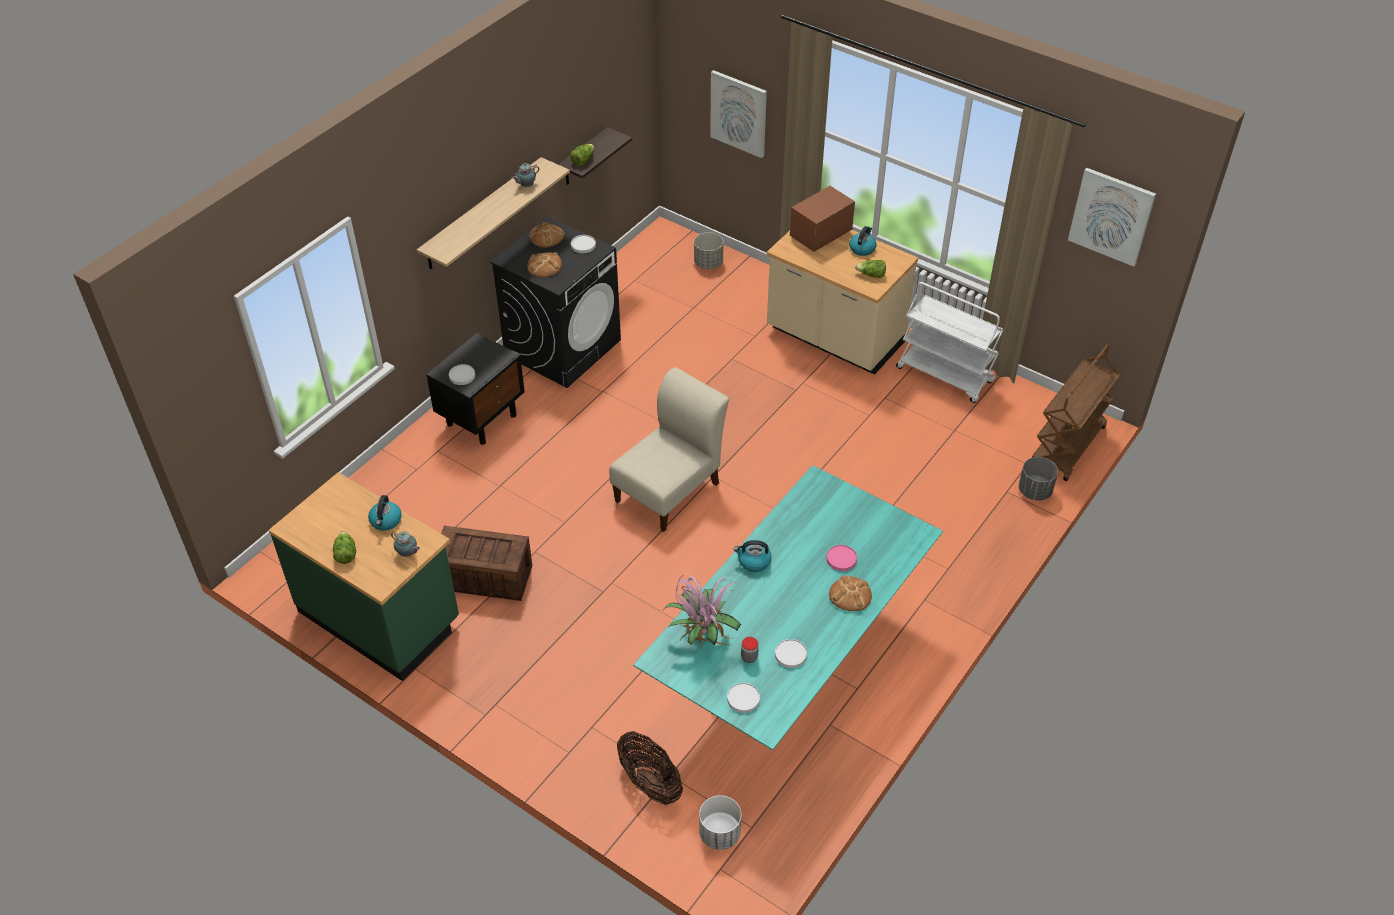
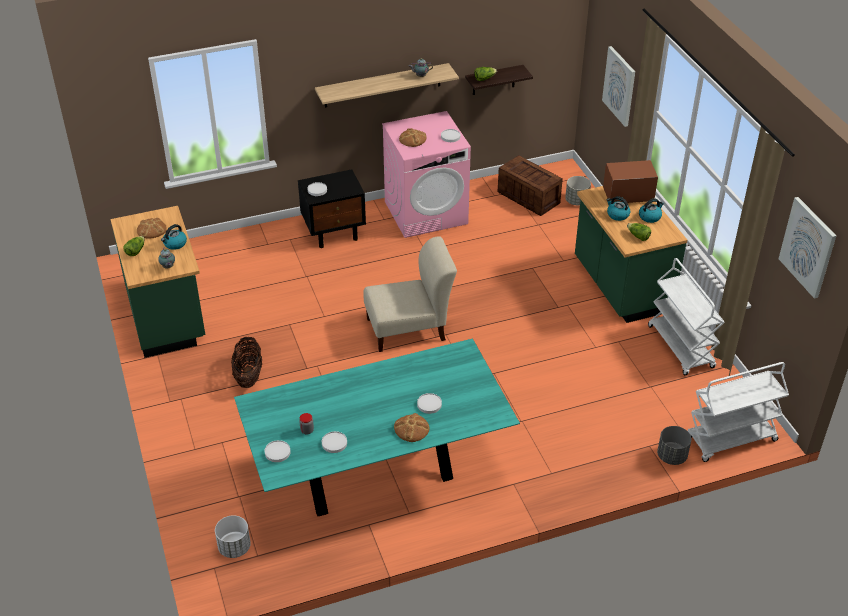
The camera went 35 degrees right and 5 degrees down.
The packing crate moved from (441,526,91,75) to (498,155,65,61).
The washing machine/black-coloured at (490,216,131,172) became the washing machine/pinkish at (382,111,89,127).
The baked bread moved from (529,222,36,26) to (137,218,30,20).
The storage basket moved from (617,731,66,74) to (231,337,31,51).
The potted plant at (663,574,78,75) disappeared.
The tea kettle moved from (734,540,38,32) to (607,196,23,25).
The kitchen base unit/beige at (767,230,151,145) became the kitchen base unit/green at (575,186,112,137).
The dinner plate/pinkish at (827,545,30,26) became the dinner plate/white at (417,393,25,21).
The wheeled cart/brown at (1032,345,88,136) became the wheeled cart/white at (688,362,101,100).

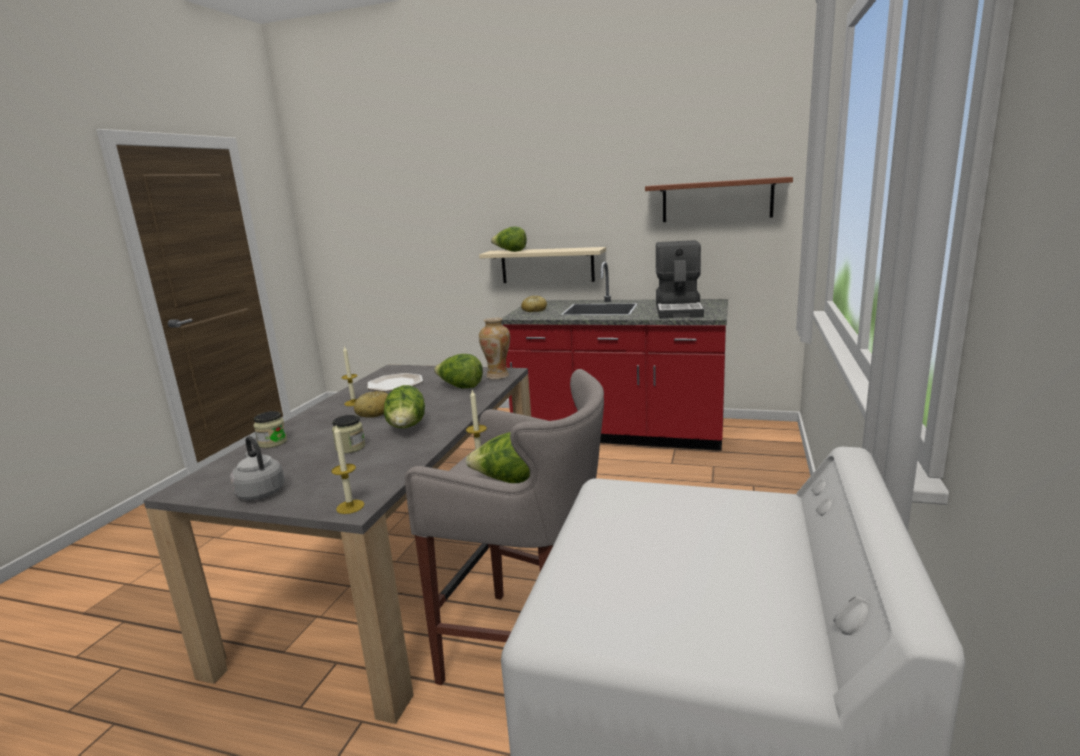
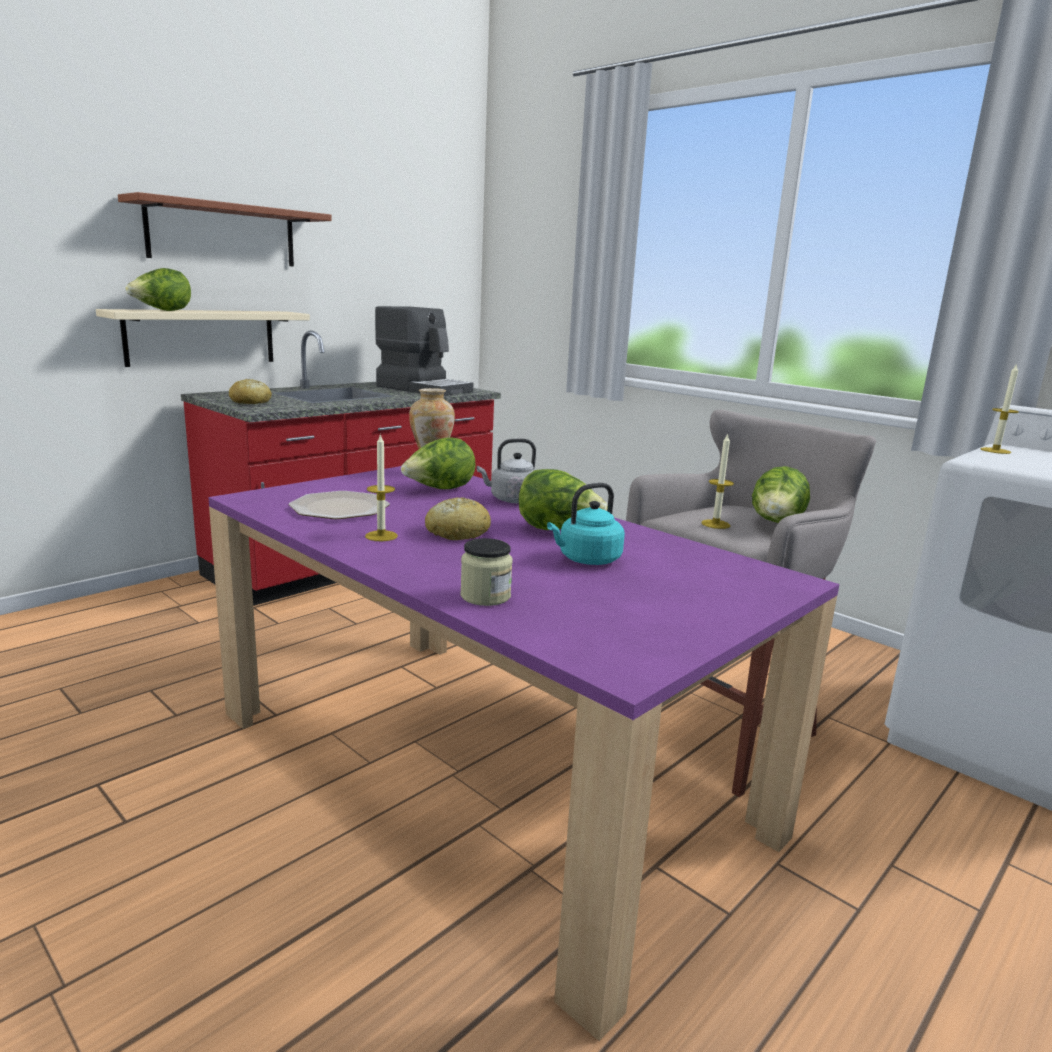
The camera went 65 degrees left and 0 degrees up.
The dinner table/greyish at (143,365,388,359) became the dinner table/purple at (208,466,631,575).
The tea kettle/greyish moved from (230,436,55,64) to (477,438,59,65).
The wax candle moved from (331,426,33,88) to (981,363,38,91).
The jar at (332,415,33,39) was replaced by the tea kettle/turquoise at (547,483,78,82).
The shelf/brown moved from (645,177,148,45) to (118,192,214,74).

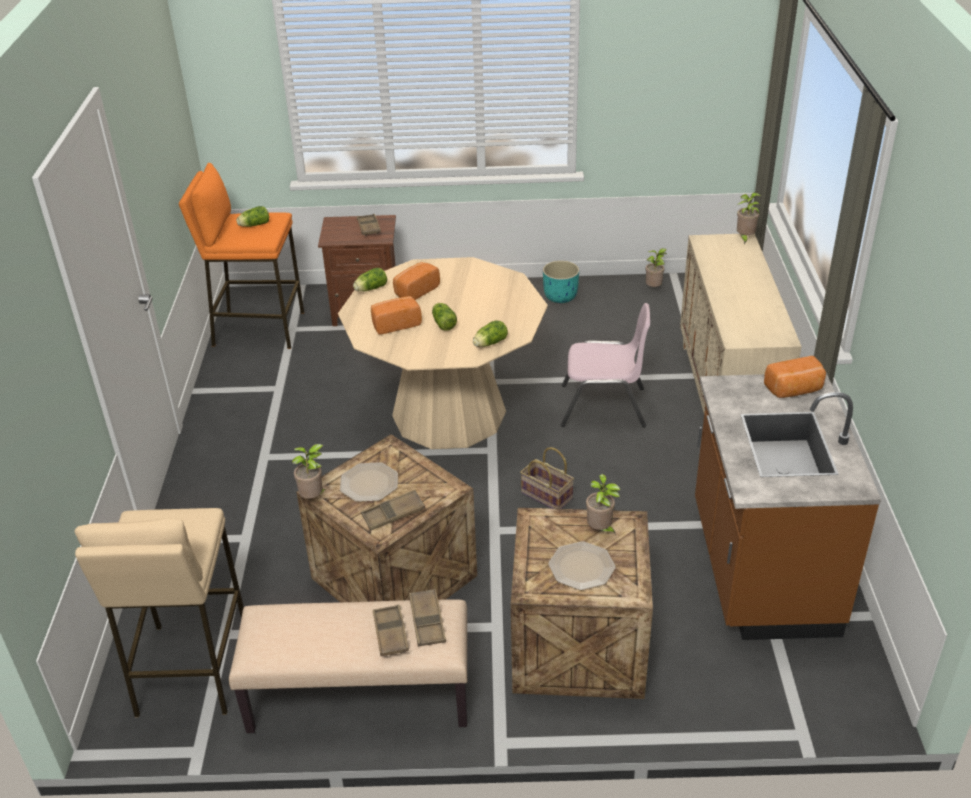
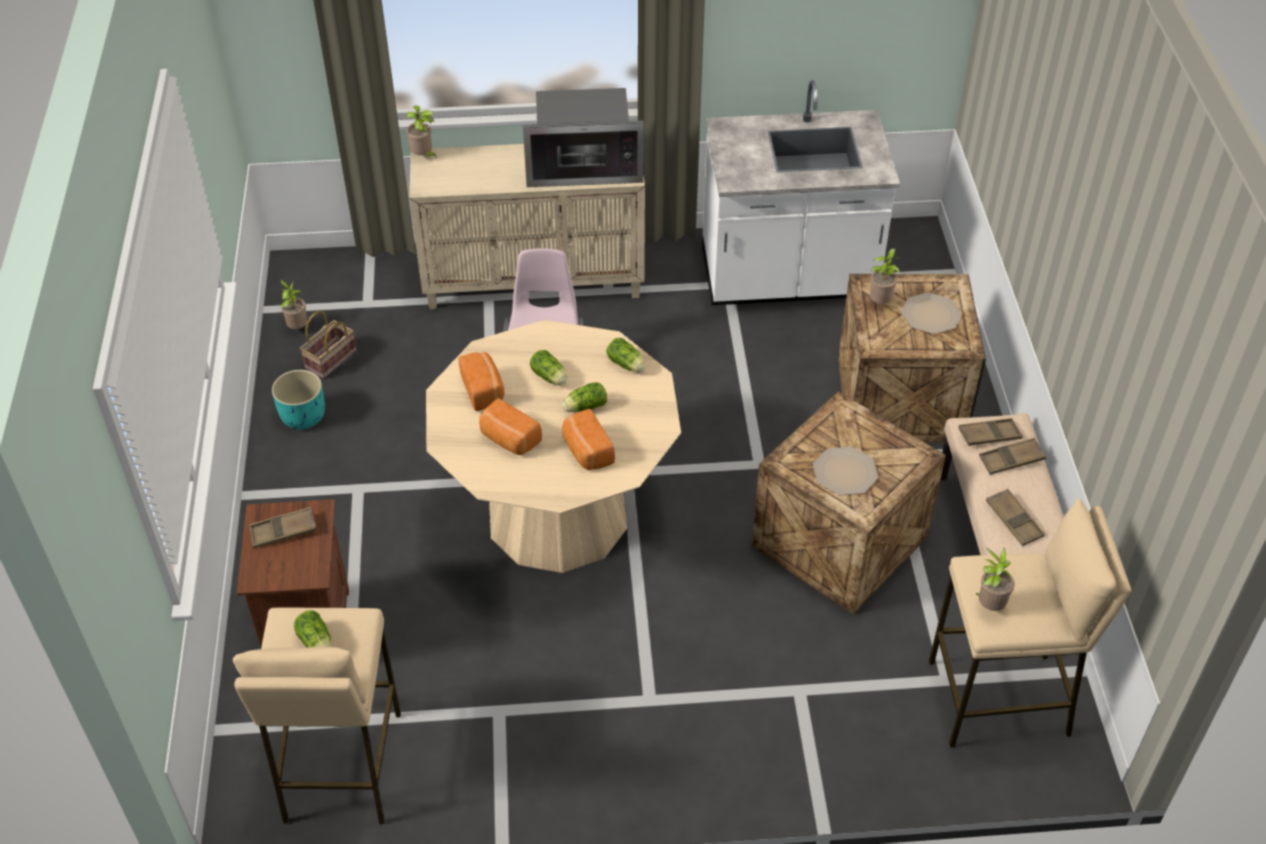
The camera went 95 degrees left and 10 degrees up.
The stool seat/orangey at (179,163,125,186) became the stool seat/beige at (233,608,168,217).
The potted plant moved from (292,444,35,55) to (976,548,39,63).
The head of lettuce moved from (353,268,34,23) to (530,350,37,36).
The carrying tray/brown moved from (361,490,64,41) to (986,489,59,57).
The storage basket moved from (520,447,54,62) to (300,311,56,68).
The kitchen base unit/brown at (695,373,186,267) became the kitchen base unit/white at (702,80,198,225).
The baked bread moved from (764,356,62,42) to (459,352,46,59).
The kitchen microwave at (523,88,121,99) appeared.

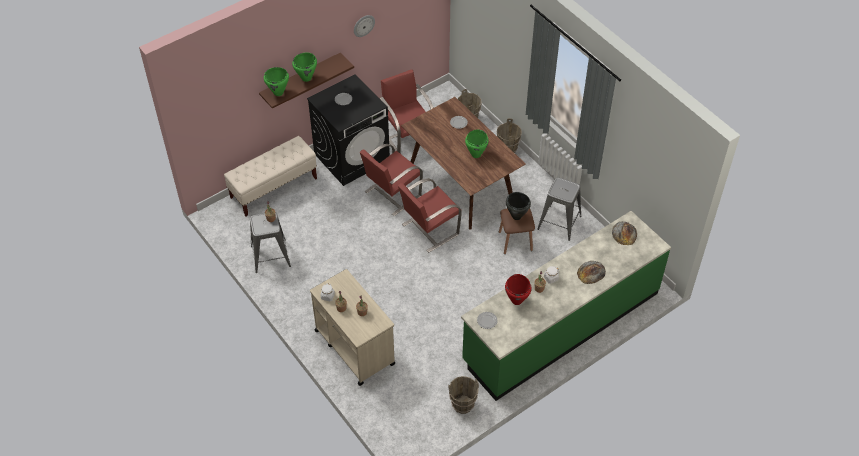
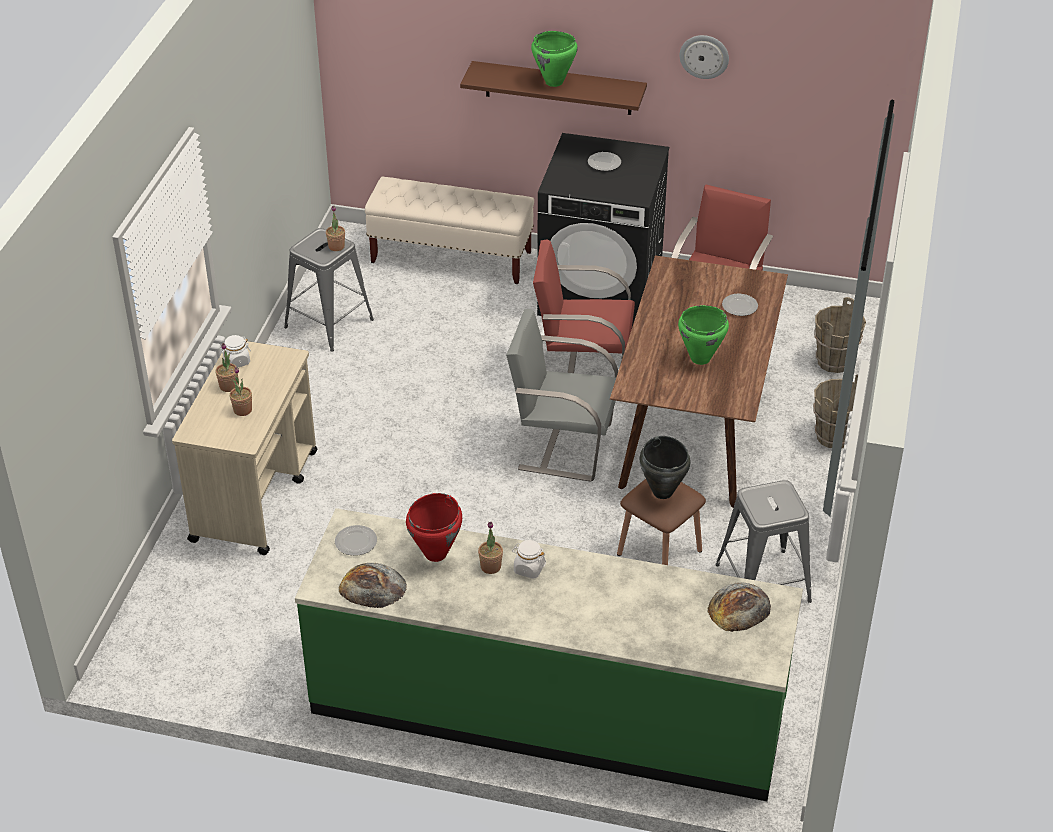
The camera went 50 degrees right and 10 degrees down.
The stockpot/green at (264,67,25,29) disappeared.
The upright chair/red at (398,178,64,75) became the upright chair/greyish at (506,309,112,173).
The water bucket/brown at (449,376,30,38) disappeared.
The baked bread moved from (577,261,29,23) to (338,563,69,45).

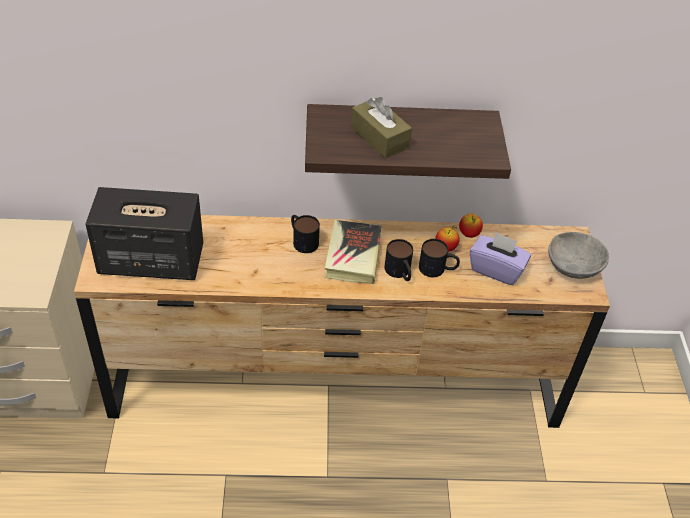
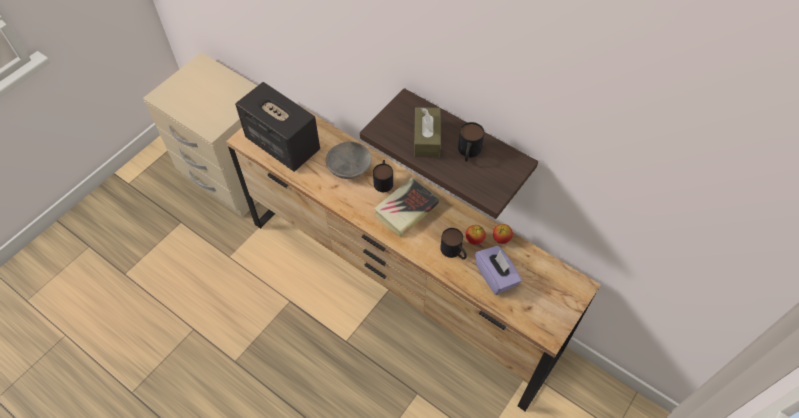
The camera went 40 degrees right and 10 degrees up.
The mug moved from (384,239,29,42) to (458,122,26,40).
The serving bowl/greyish moved from (548,232,61,47) to (326,141,46,38).

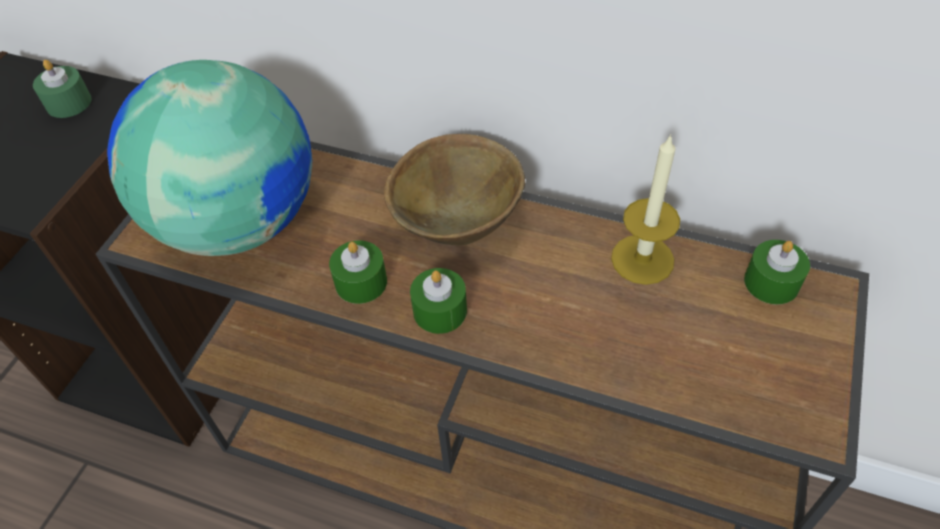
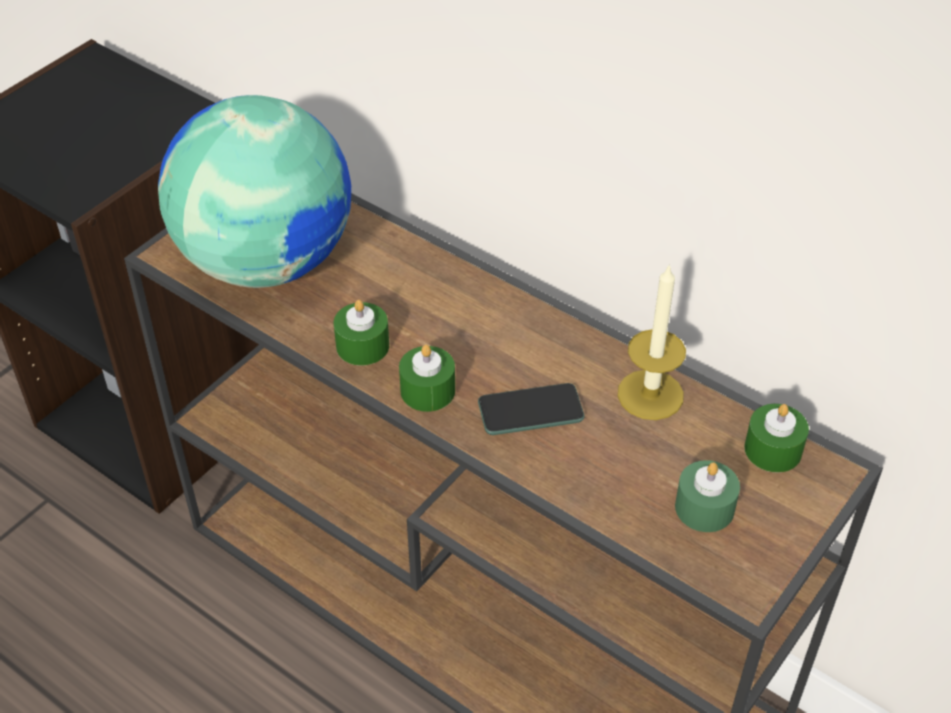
The camera went 15 degrees right and 5 degrees down.
The wax candle/green moved from (33,60,58,58) to (675,460,65,72).
The serving bowl/brown at (384,134,141,111) disappeared.
The telephone at (478,383,107,52) appeared.

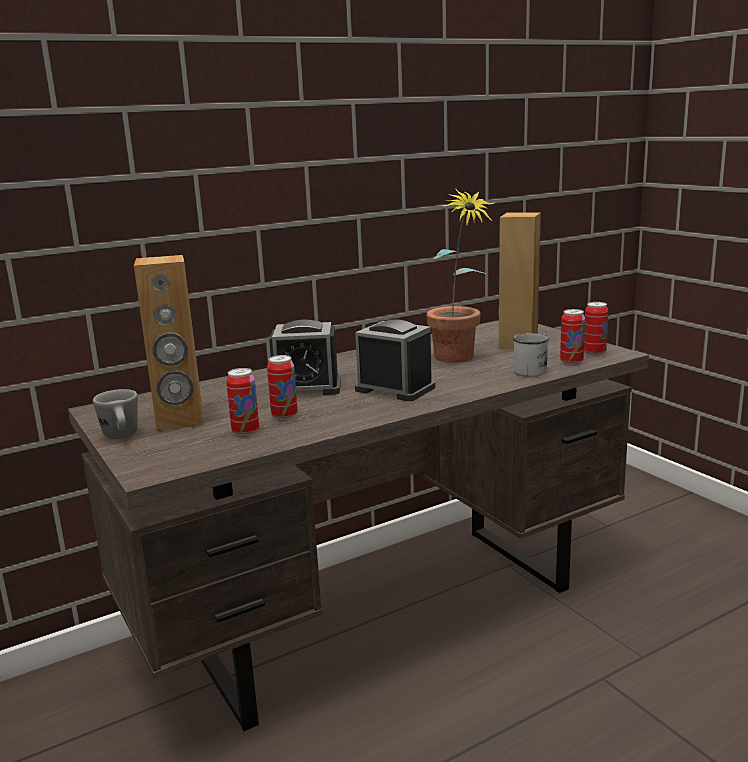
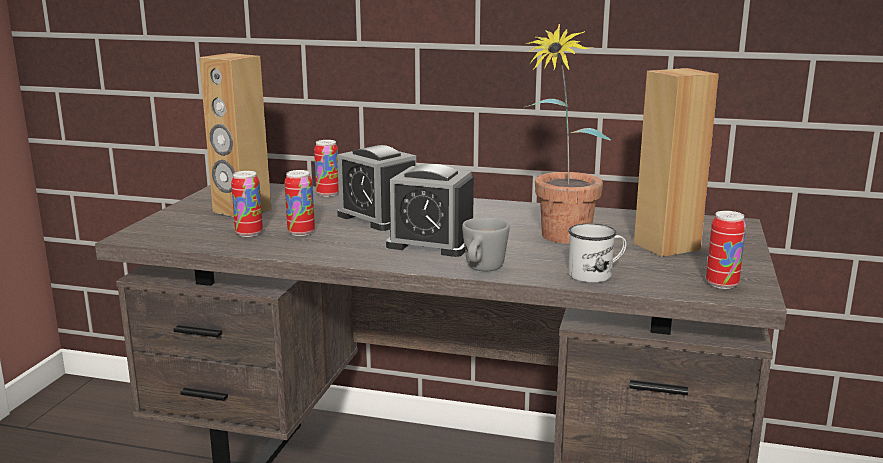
The camera went 45 degrees right and 0 degrees up.
The mug/greyish moved from (93,389,45,50) to (462,217,48,54).
The table clock at (355,319,80,82) turned 120 degrees clockwise.
The sealed can moved from (560,309,25,56) to (314,140,25,57).

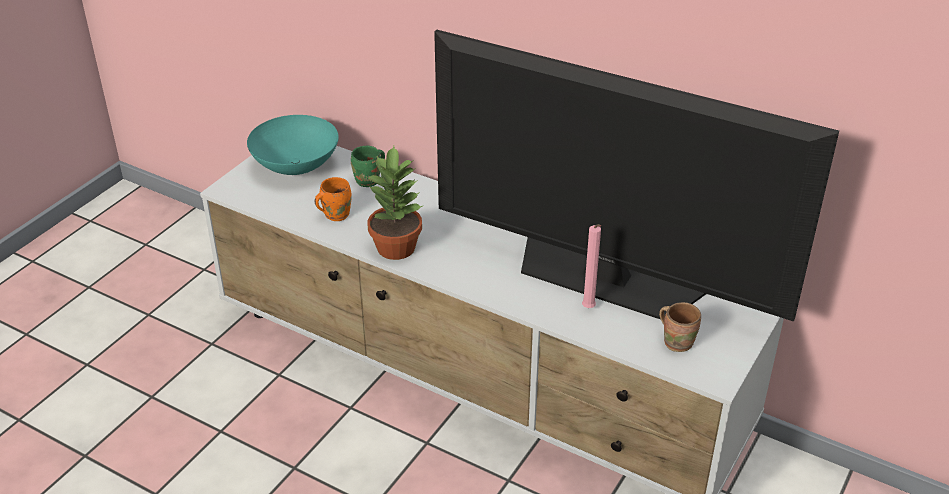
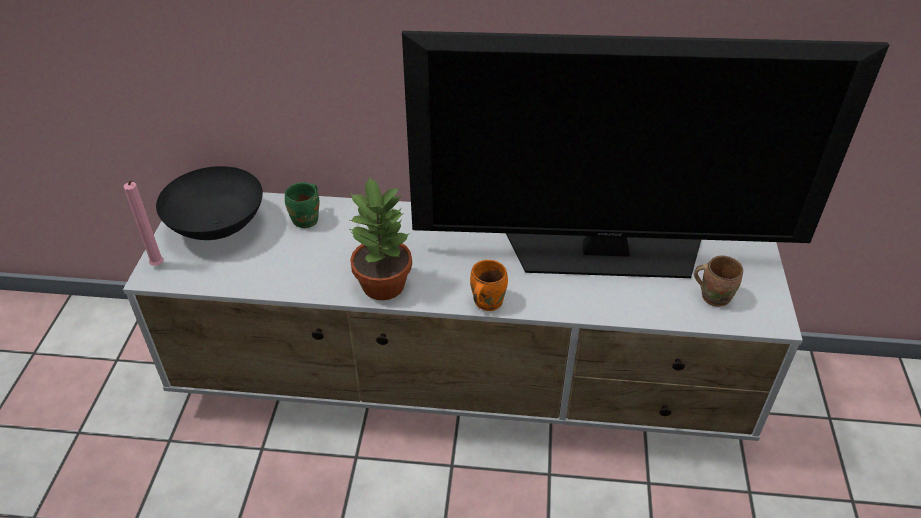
The camera went 25 degrees left and 5 degrees up.
The serving bowl/turquoise at (247,115,92,60) became the serving bowl/black-coloured at (156,166,107,74).
The mug/orangey moved from (315,177,37,44) to (470,260,38,51).
The wax candle/pinkish moved from (582,224,19,84) to (123,180,41,86).

